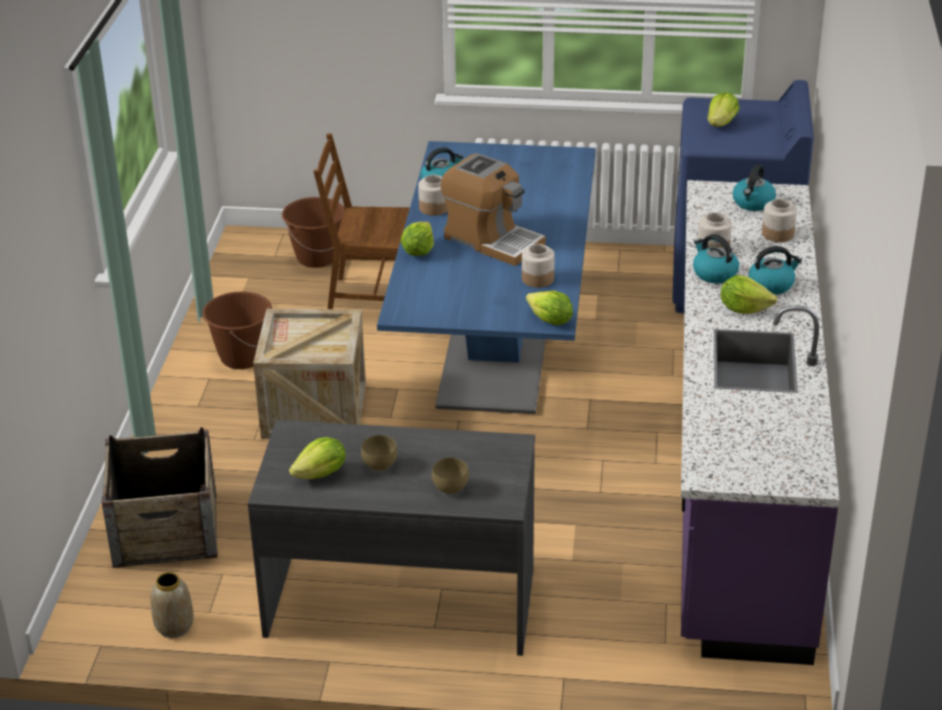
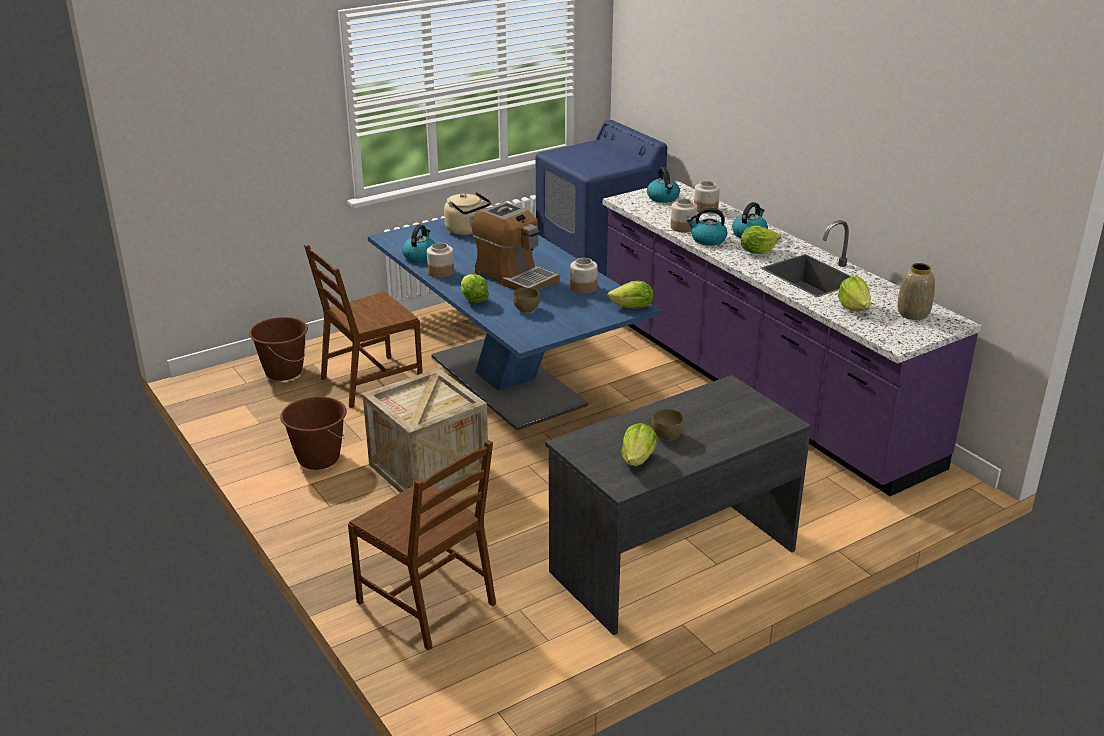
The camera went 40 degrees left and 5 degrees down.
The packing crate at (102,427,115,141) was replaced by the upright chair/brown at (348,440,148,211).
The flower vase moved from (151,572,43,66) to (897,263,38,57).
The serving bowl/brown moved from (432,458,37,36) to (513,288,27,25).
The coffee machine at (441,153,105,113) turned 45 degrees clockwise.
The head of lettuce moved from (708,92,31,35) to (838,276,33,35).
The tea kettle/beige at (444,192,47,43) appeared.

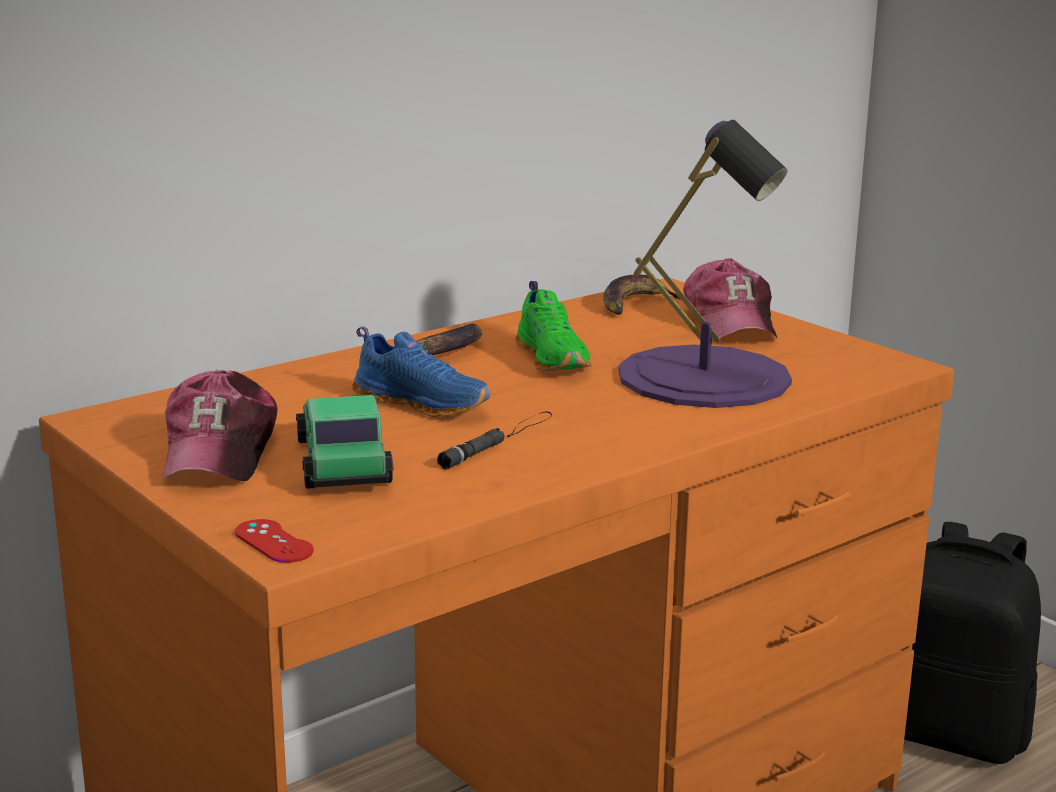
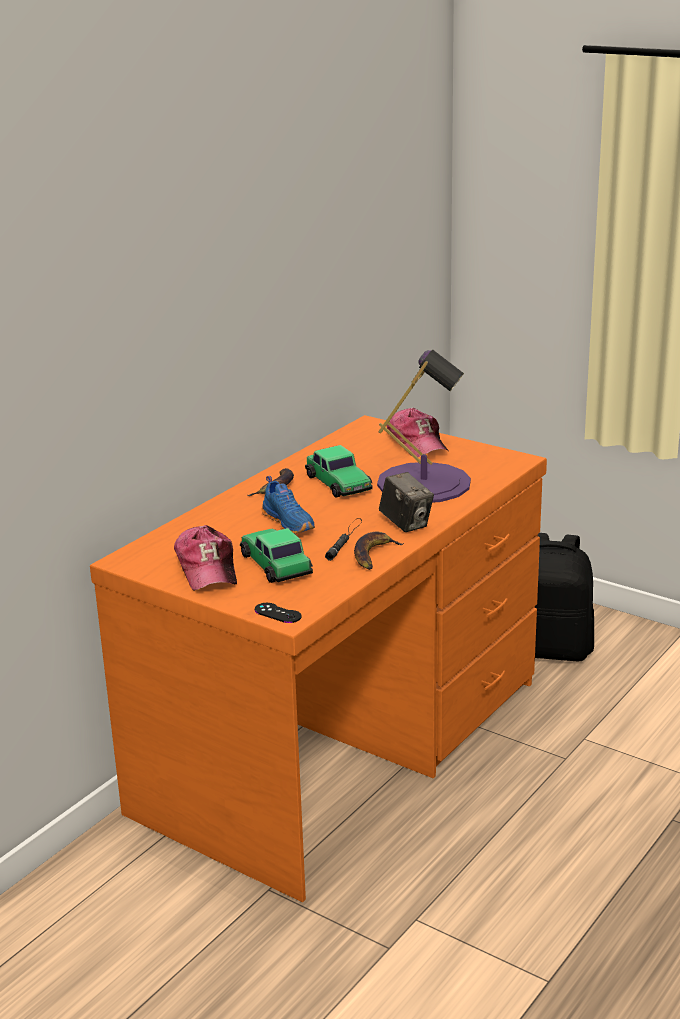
The camera went 15 degrees left and 5 degrees up.
The joypad/red at (235,519,79,44) became the joypad/black-coloured at (255,603,47,20).
The shoe/bluish at (352,327,139,90) turned 45 degrees clockwise.
The shoe/green at (515,281,76,90) was replaced by the model car at (305,445,68,52).
The banana fruit moved from (603,274,77,41) to (354,532,50,38).
The photo camera at (379,472,55,60) appeared.

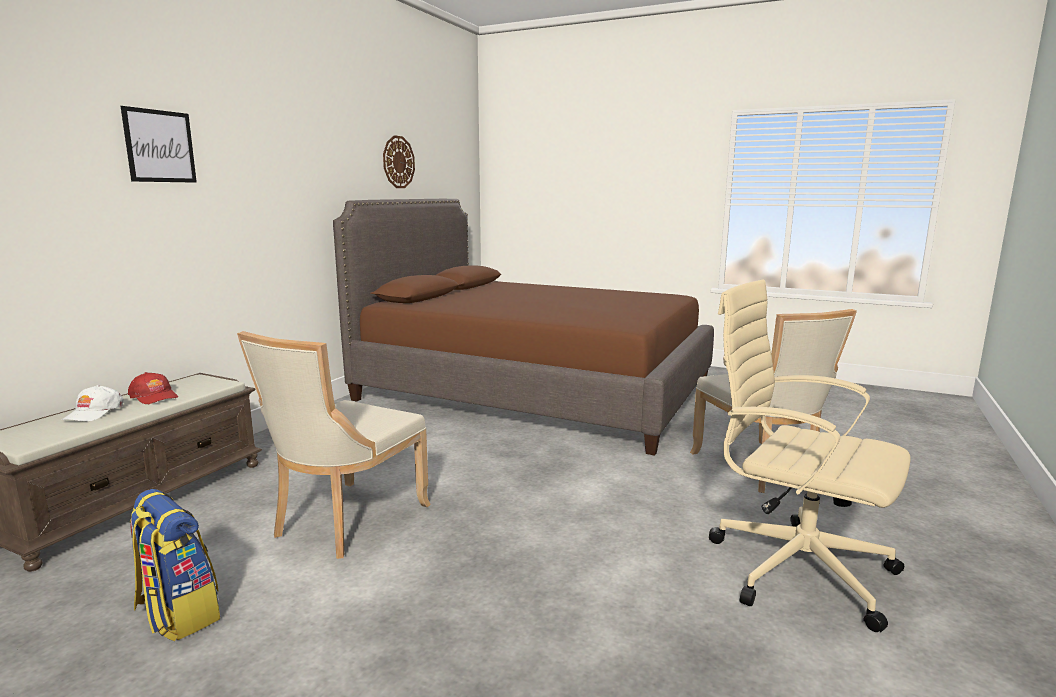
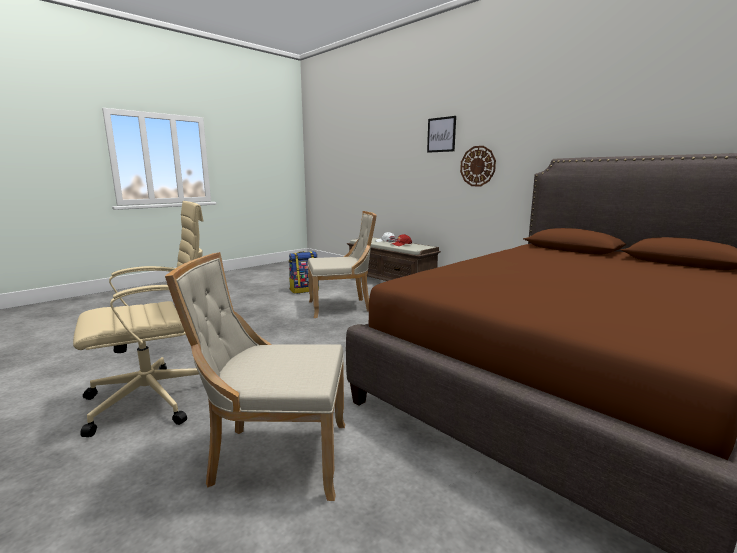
The camera went 110 degrees right and 0 degrees up.
The upright chair/beige at (237,331,194,228) turned 120 degrees clockwise.
The wall clock moved from (383,135,32,53) to (460,146,36,40).

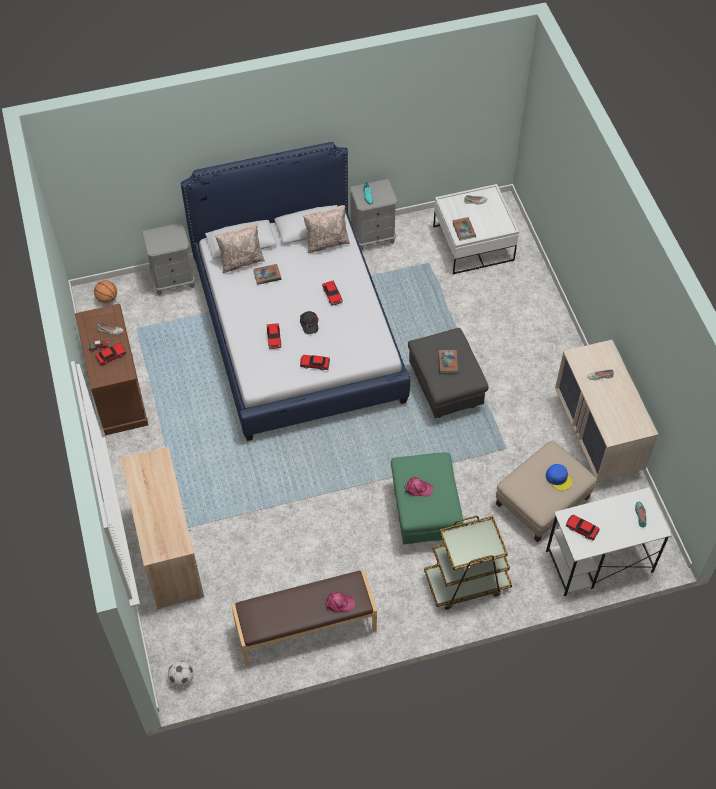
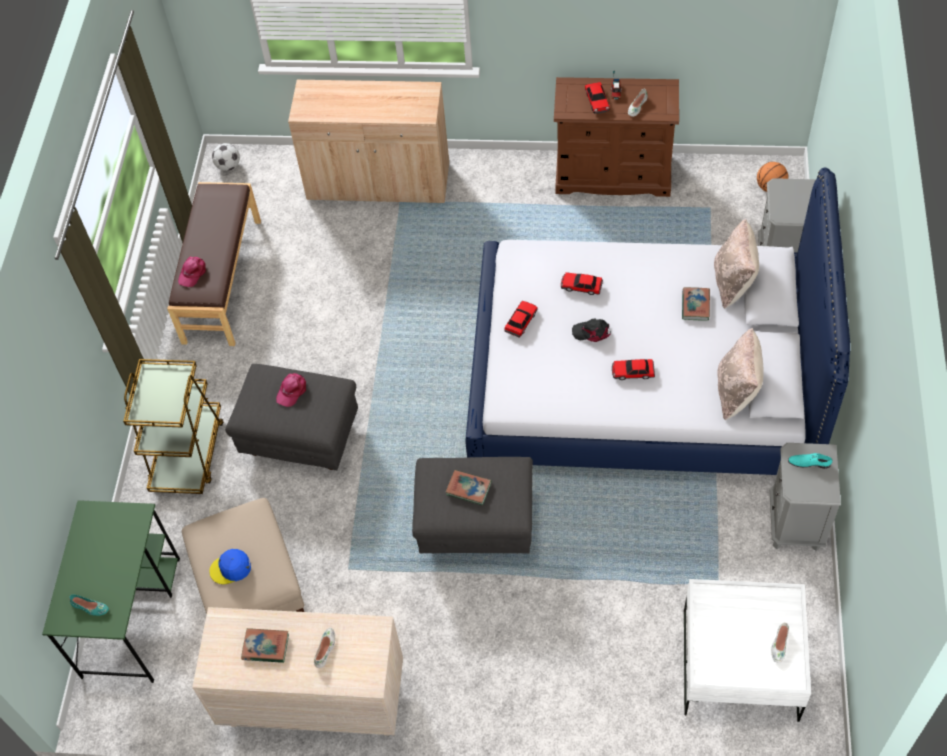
The camera went 115 degrees right and 0 degrees up.
The pouffe/green at (391,452,72,92) became the pouffe/greyish at (225,364,133,107).
The volume moved from (452,217,24,24) to (241,628,48,35).
The desk unit/white at (546,487,126,109) became the desk unit/green at (42,500,138,183).
The model car at (566,514,34,27) disappeared.

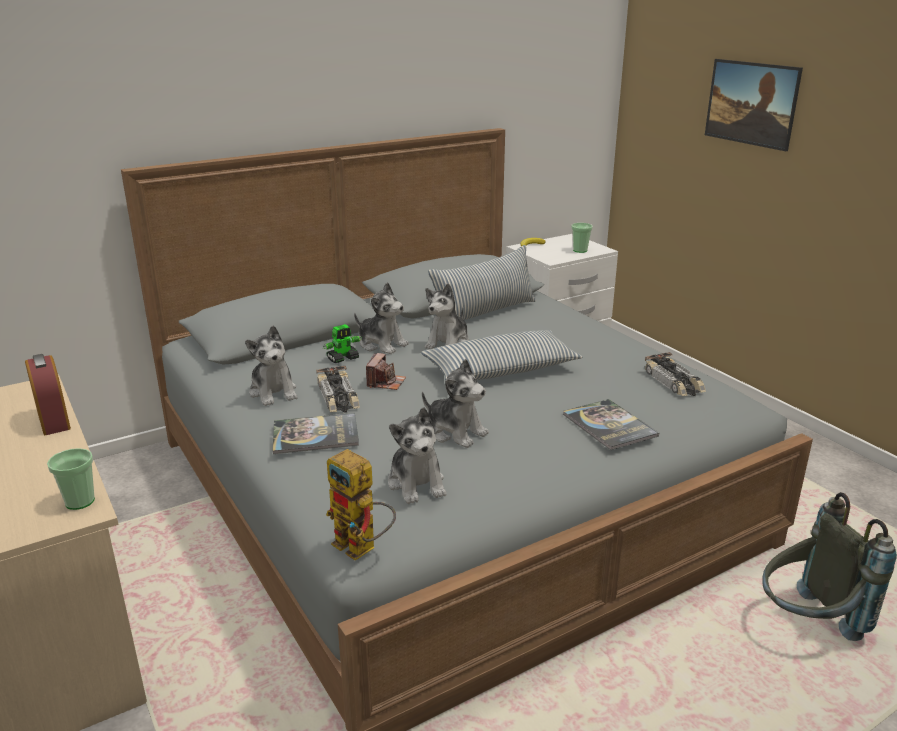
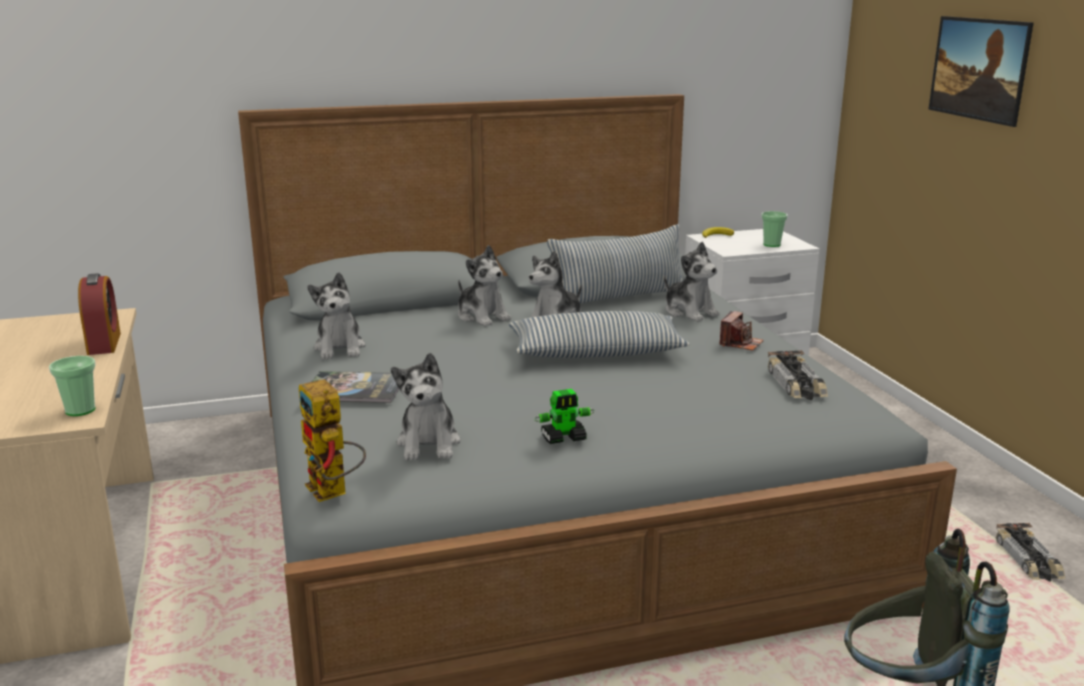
The camera went 15 degrees right and 5 degrees down.
The model car moved from (316,366,44,47) to (996,523,69,59).
The model robot moved from (323,324,39,39) to (534,389,60,55).
The photo camera moved from (366,353,40,37) to (719,311,45,40).
The plush toy moved from (422,359,67,89) to (664,242,56,80).
The volume at (563,399,96,51) disappeared.

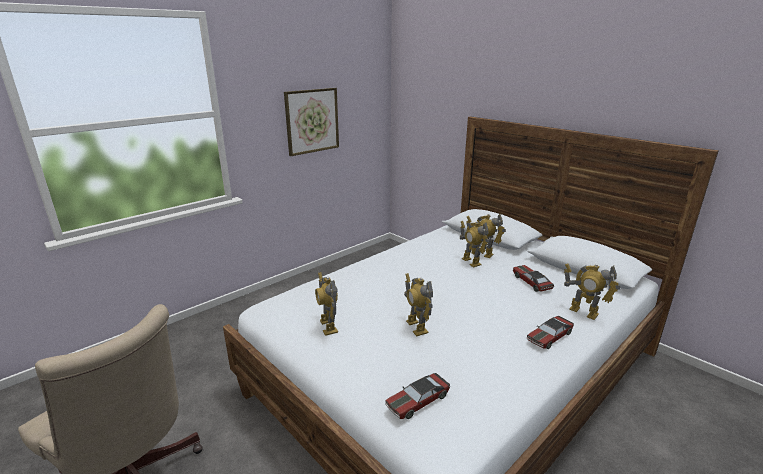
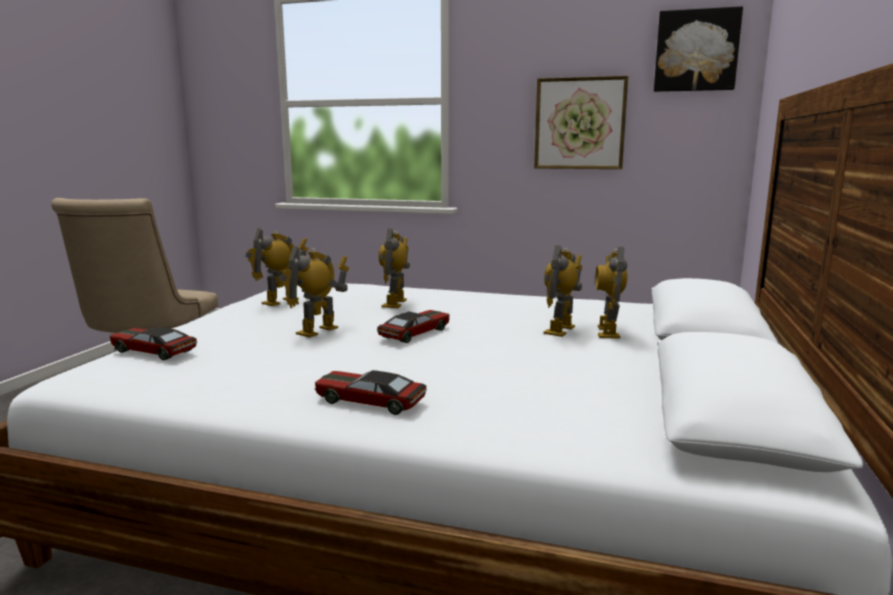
The camera went 60 degrees right and 10 degrees down.
The model car moved from (513,265,41,27) to (377,310,73,33).
The model robot moved from (564,264,57,56) to (379,228,31,80).
The wall picture at (654,6,89,86) appeared.

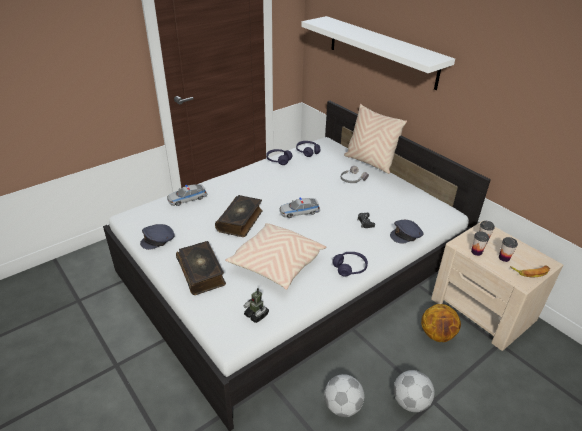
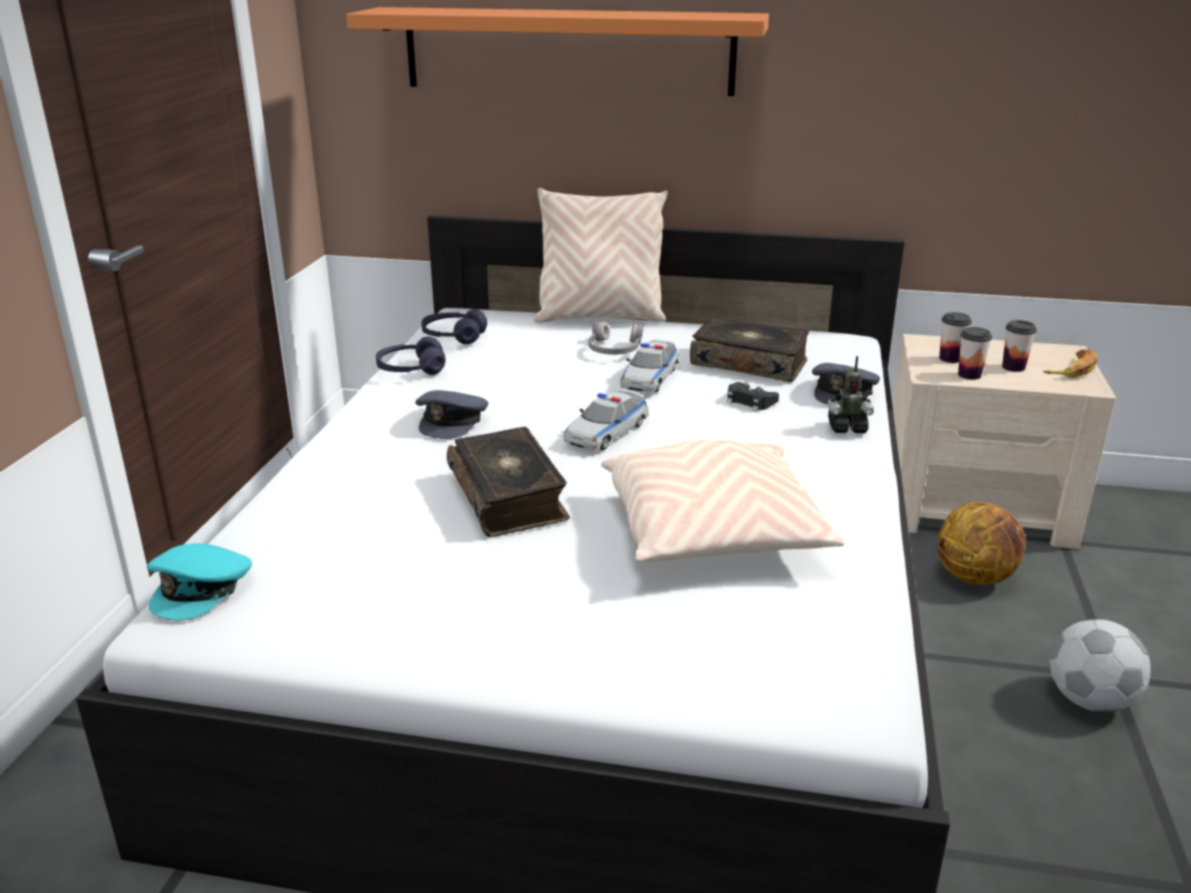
The camera went 40 degrees left and 10 degrees down.
The peaked cap/greyish moved from (140,224,35,26) to (415,390,73,49).
The model car moved from (167,184,40,22) to (620,340,59,52).
The volume moved from (176,241,50,54) to (690,316,119,66).
The model robot moved from (243,288,26,35) to (828,356,46,77).
The shelf/white at (301,16,154,74) became the shelf/orangey at (346,7,423,89).
The football at (324,374,41,43) disappeared.
The headphones/purple at (332,252,36,24) disappeared.
The peaked cap/turquoise at (147,543,105,78) appeared.

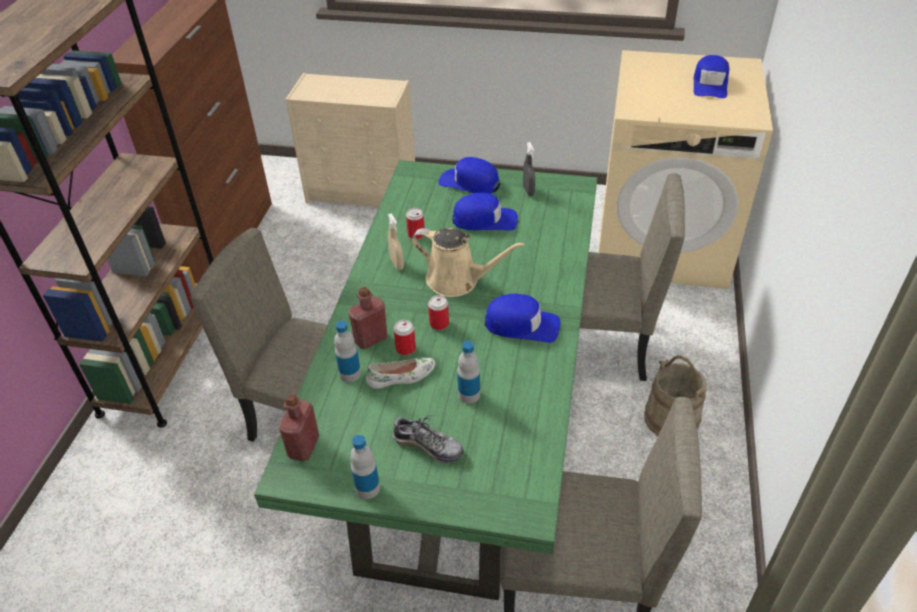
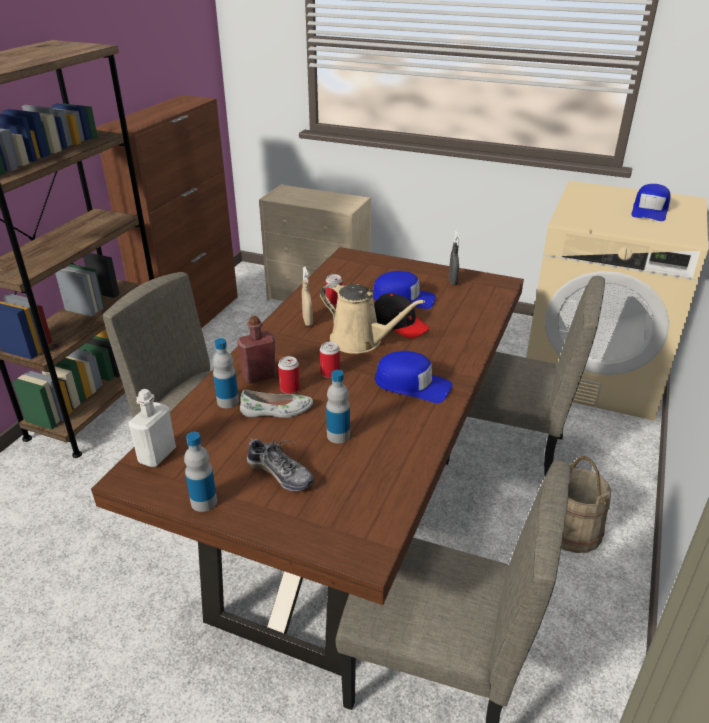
The camera went 10 degrees right and 10 degrees down.
The dinner table/green at (254,160,344,440) became the dinner table/brown at (91,247,433,429).
The drink bottle/red at (279,394,41,67) became the drink bottle/white at (128,389,48,78).
The peaked cap/bluish at (438,157,62,37) disappeared.
The peaked cap/black-coloured at (374,293,56,45) appeared.

